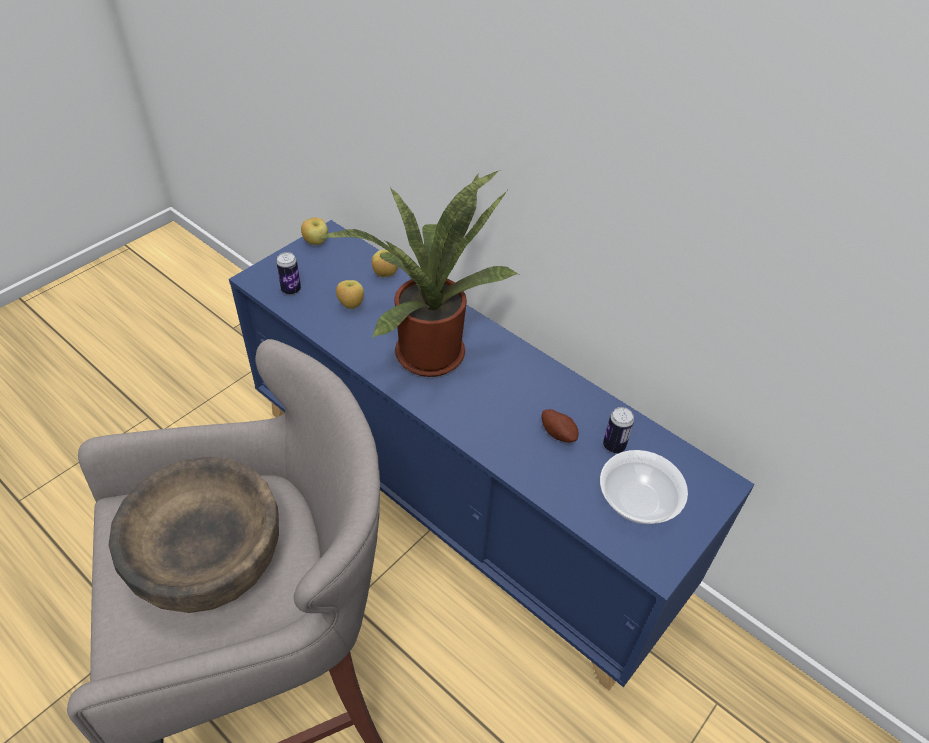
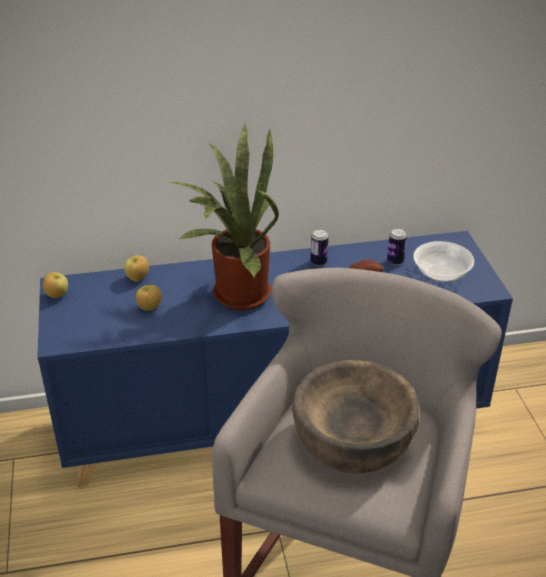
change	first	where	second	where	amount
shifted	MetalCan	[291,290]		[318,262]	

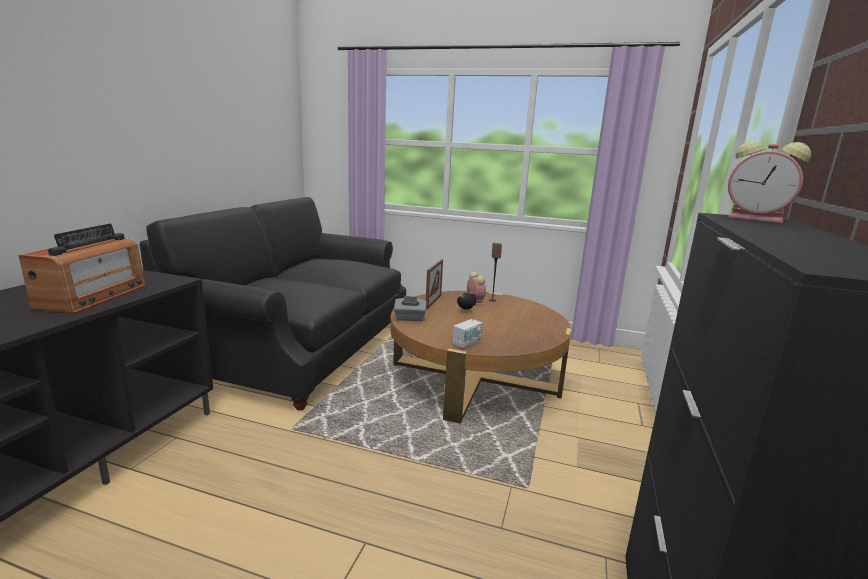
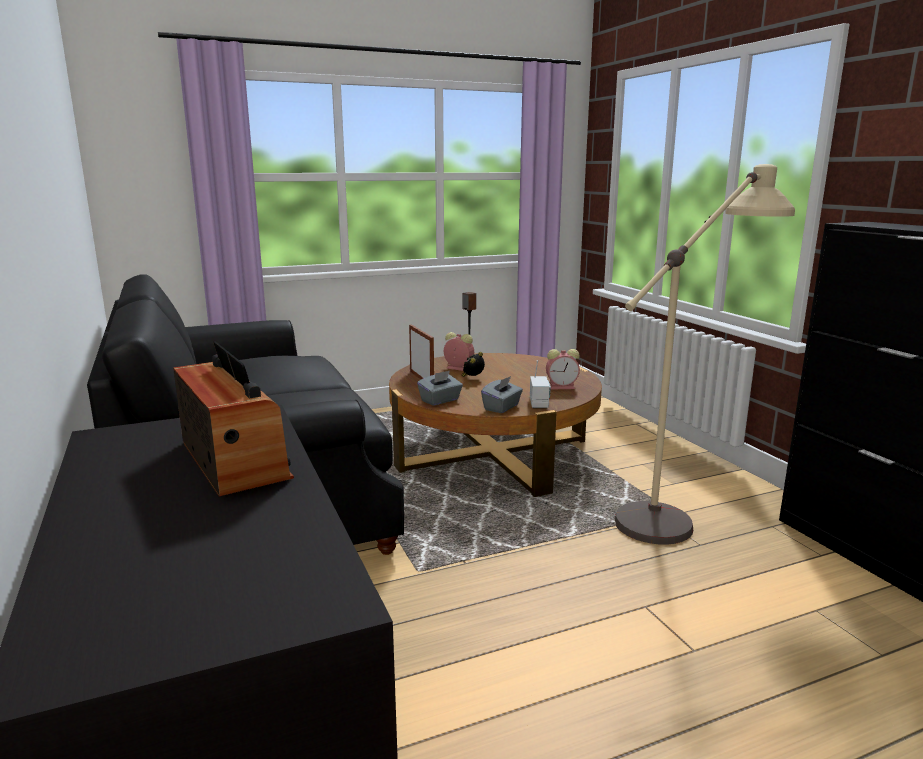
change	first	where	second	where	amount
shifted	TableClock	[758,219]		[562,387]	
new			GrayTissueBox	[502,407]	
new			BeigeStandardLamp	[684,507]	

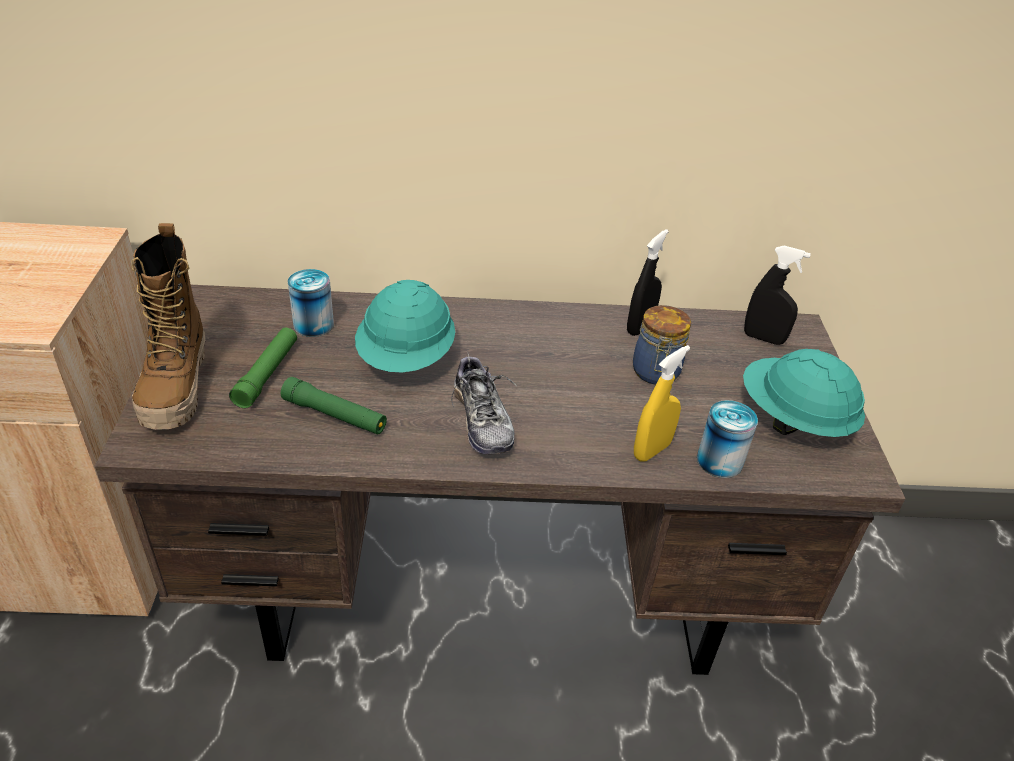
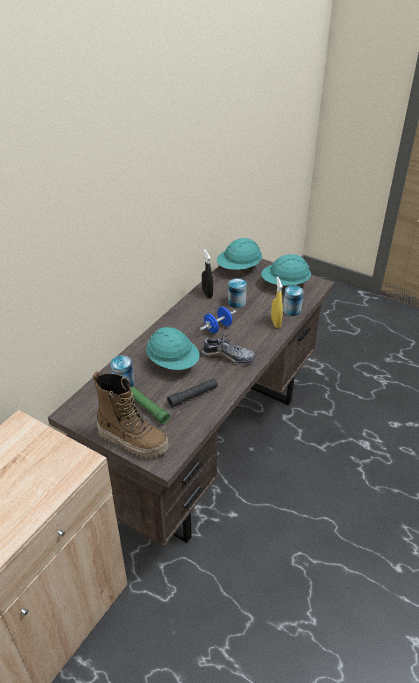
change	first	where	second	where	amount
repainted	GreenColouredTorch	[335,415]	BlackTorch	[193,396]	
swapped	StorageJar	[655,373]	MetalCan	[237,302]	
swapped	BlackSprayer	[763,338]	TurquoiseHardHat	[239,269]	
new			BluishFreeWeight	[217,328]	

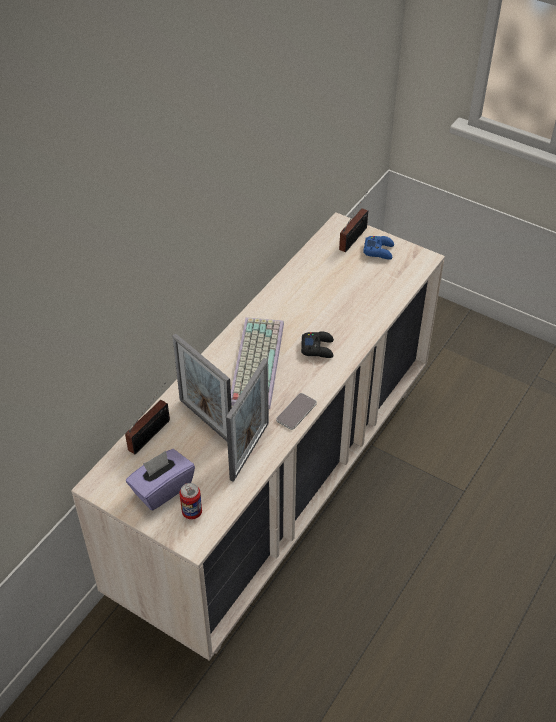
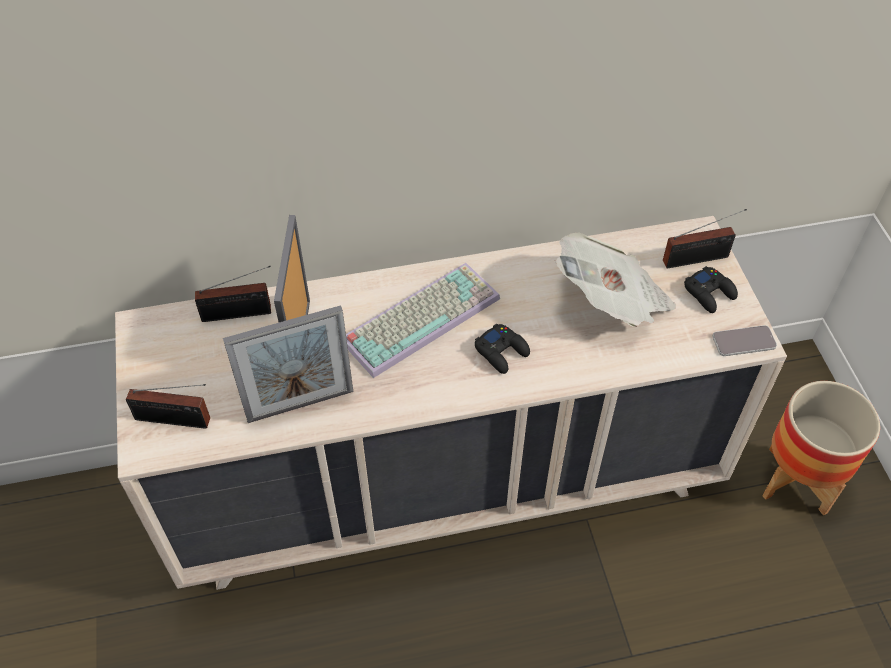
change	first	where	second	where	amount
gone	PurpleColouredTissueBox	[162,489]			
swapped	MetalCan	[192,512]	RadioReceiver	[177,420]	
shifted	Telephone	[296,412]		[743,341]	
repainted	BluishGameController	[379,250]	BlackGameController	[709,293]	
new			DailyPaper	[612,301]	
new			Planter	[798,480]	

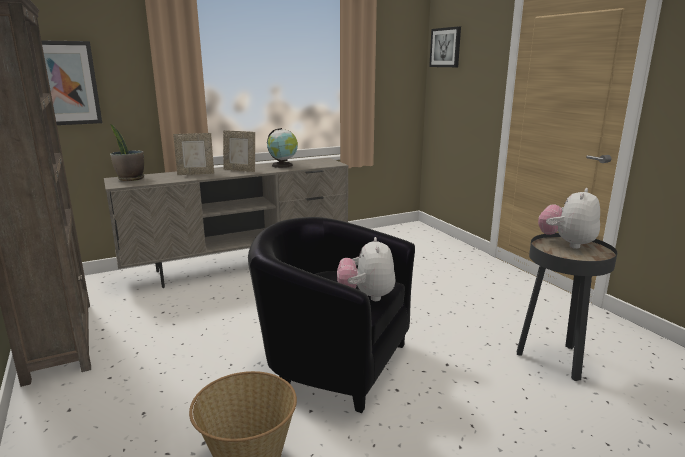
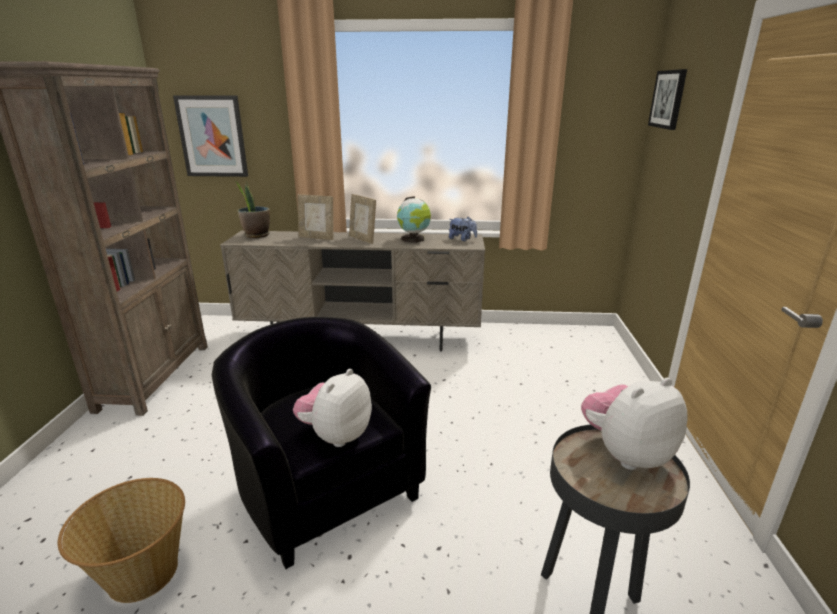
change	first	where	second	where	amount
new			PlushToy	[462,239]	

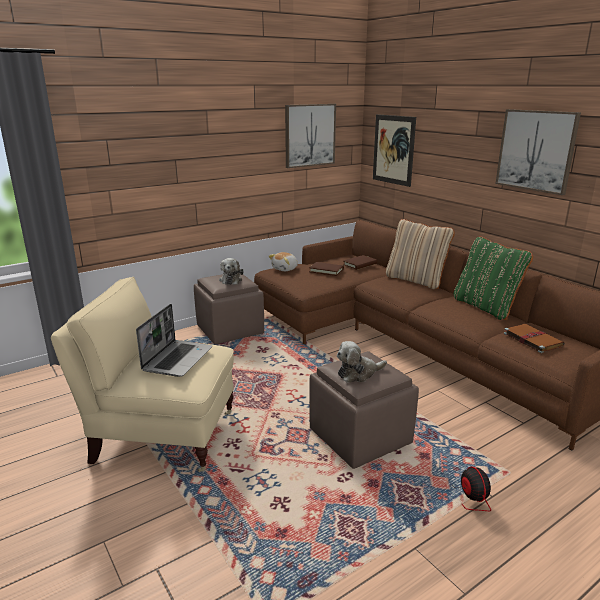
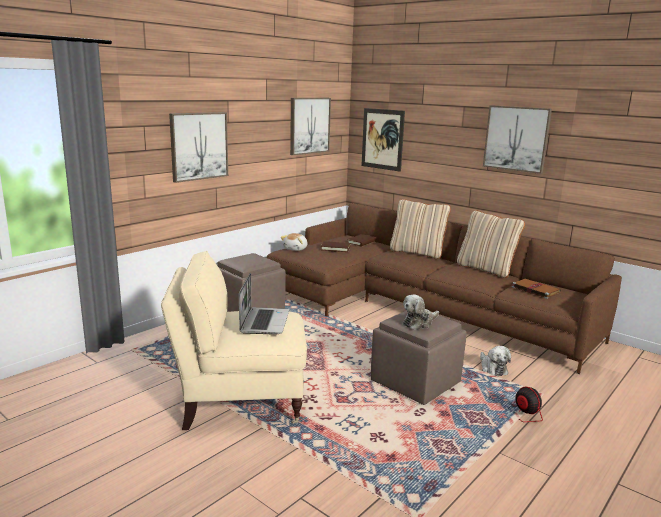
change	first	where	second	where	amount
shifted	PlushToy	[231,280]		[492,368]	
repainted	GreenColouredThrowPillow	[486,307]	BeigeThrowPillow	[486,269]	
new			Picture	[199,146]	

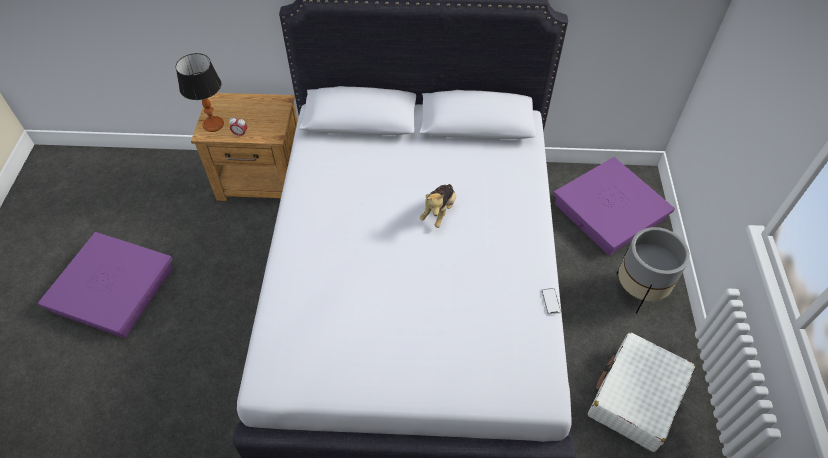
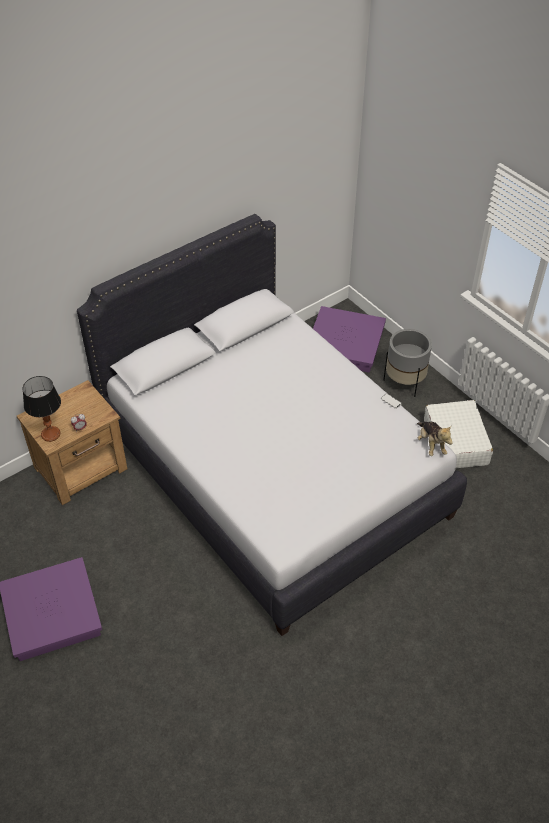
change	first	where	second	where	amount
shifted	PlushToy	[439,211]		[431,444]	

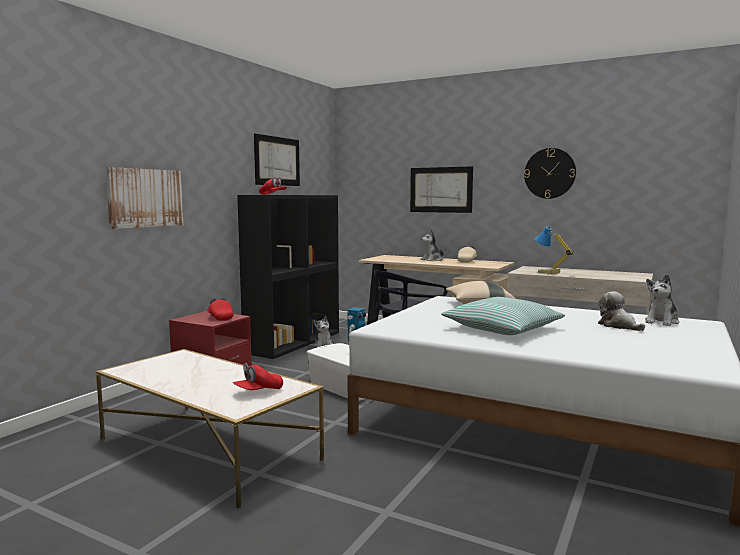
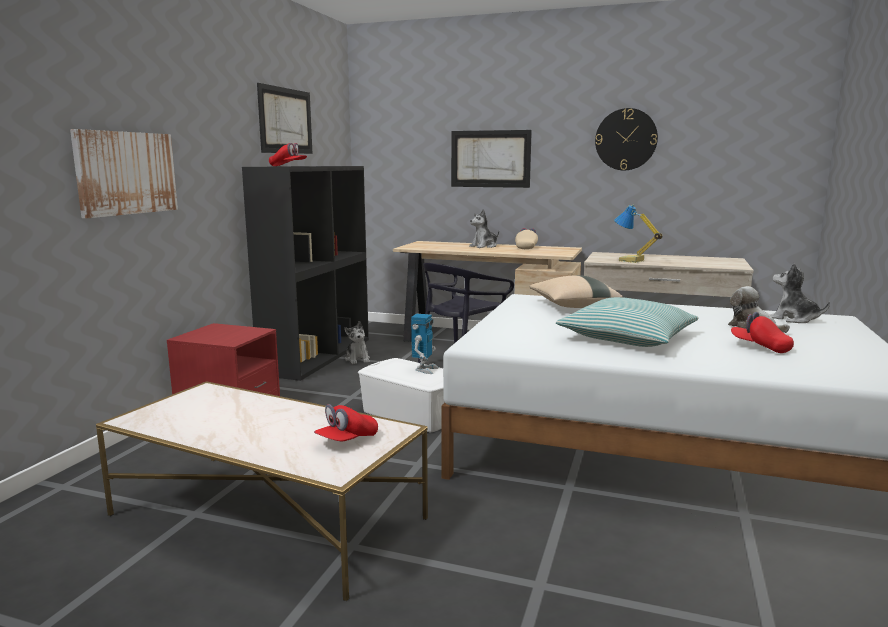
change	first	where	second	where	amount
shifted	RedColouredPeakedCap	[220,317]		[760,347]	
rotated	PlushToy	[661,321]		[793,319]	105 degrees clockwise

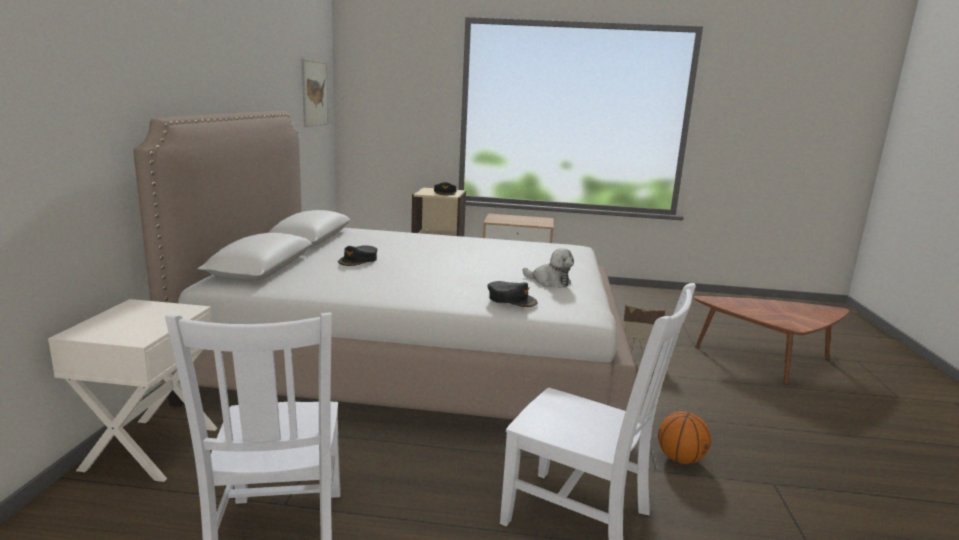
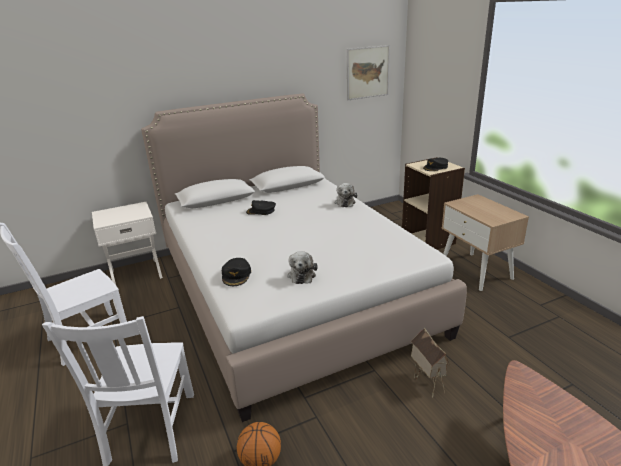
change	first	where	second	where	amount
new			PlushToy	[345,202]	

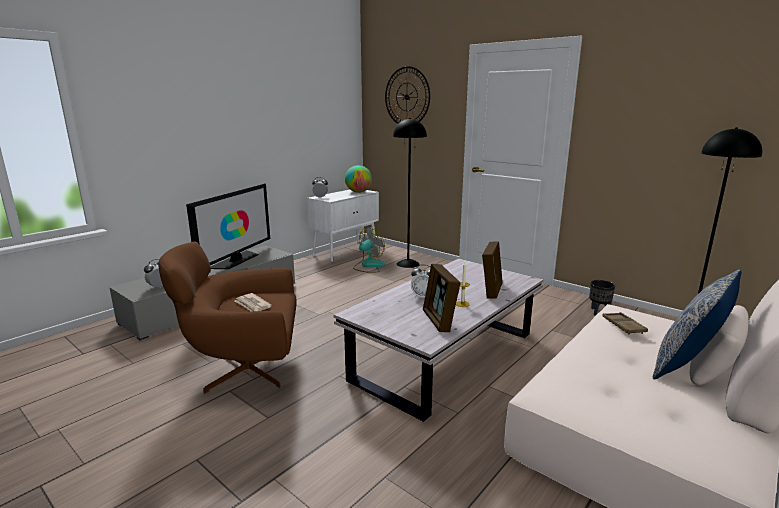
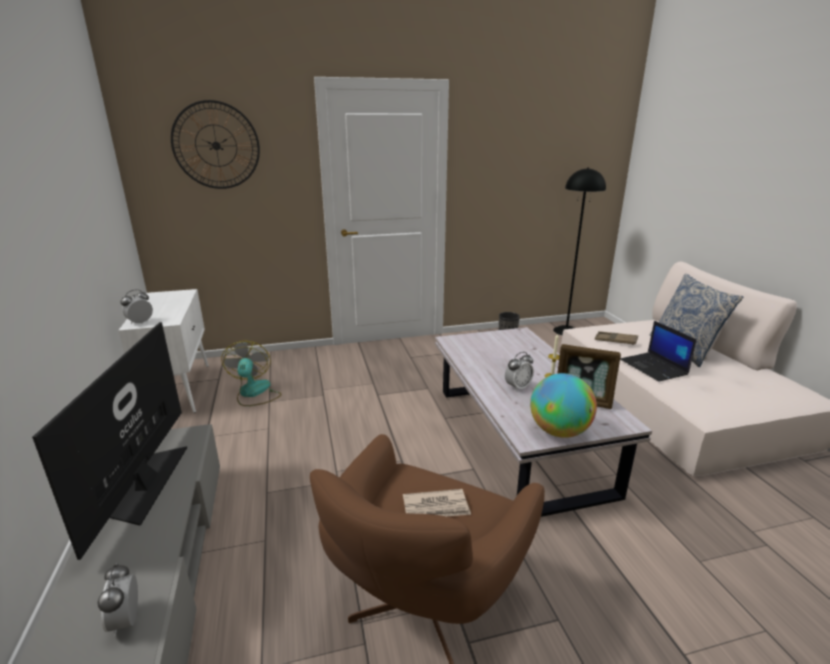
change	first	where	second	where	amount
rotated	TvSet	[236,260]		[146,483]	150 degrees counterclockwise
shifted	DeskGlobe	[358,192]		[559,431]	
gone	BlackStandardLamp	[408,263]			
gone	StandingFrame	[491,290]			
new			PortableComputer	[654,367]	

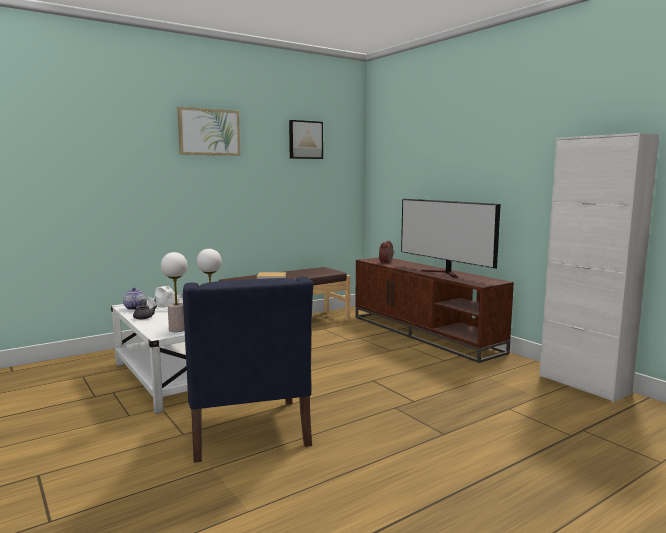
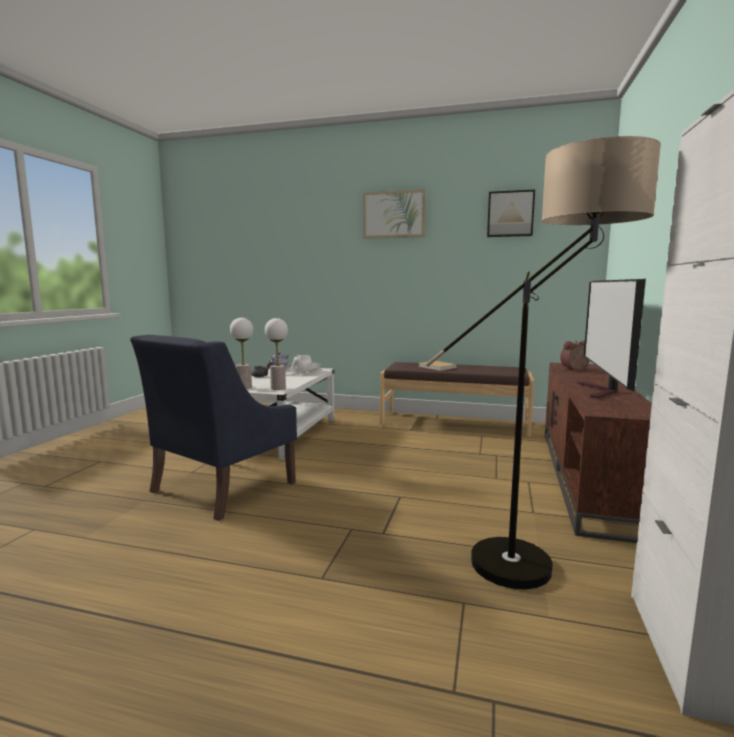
change	first	where	second	where	amount
new			StandardLamp	[542,564]	

